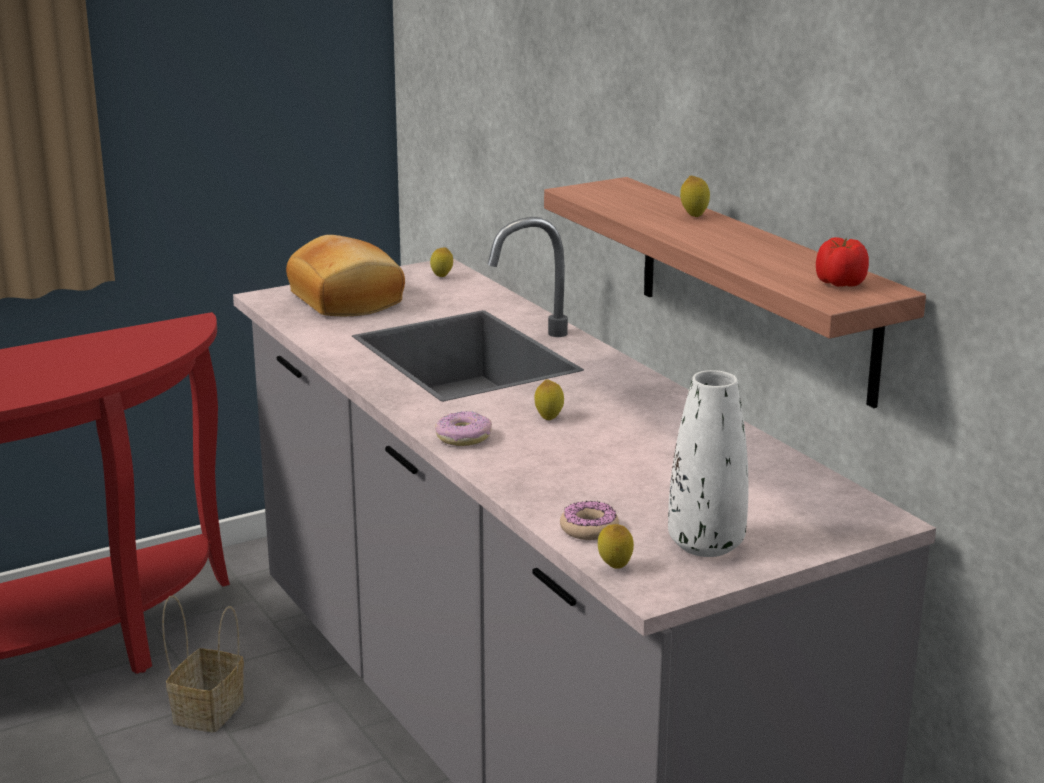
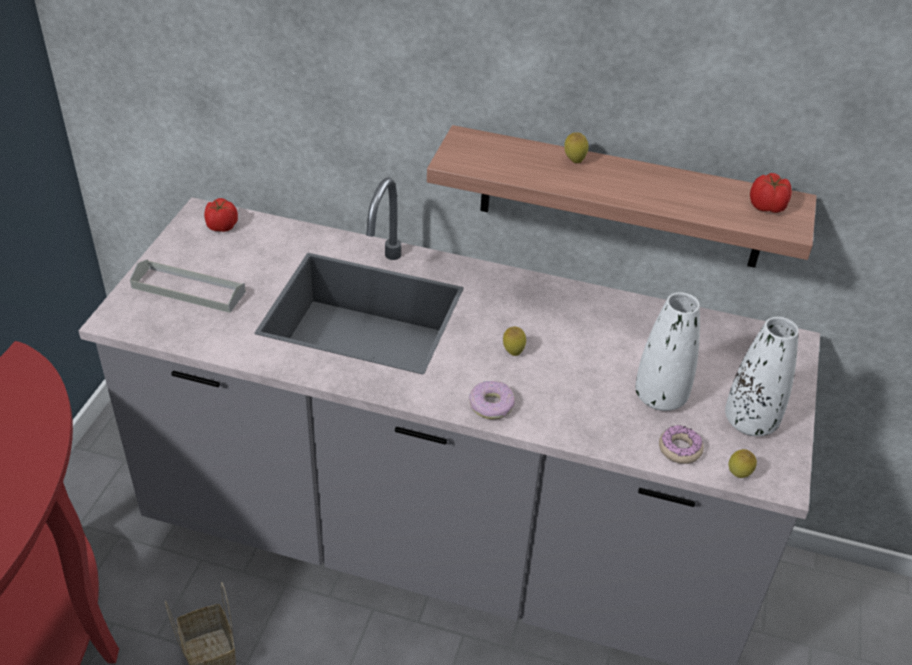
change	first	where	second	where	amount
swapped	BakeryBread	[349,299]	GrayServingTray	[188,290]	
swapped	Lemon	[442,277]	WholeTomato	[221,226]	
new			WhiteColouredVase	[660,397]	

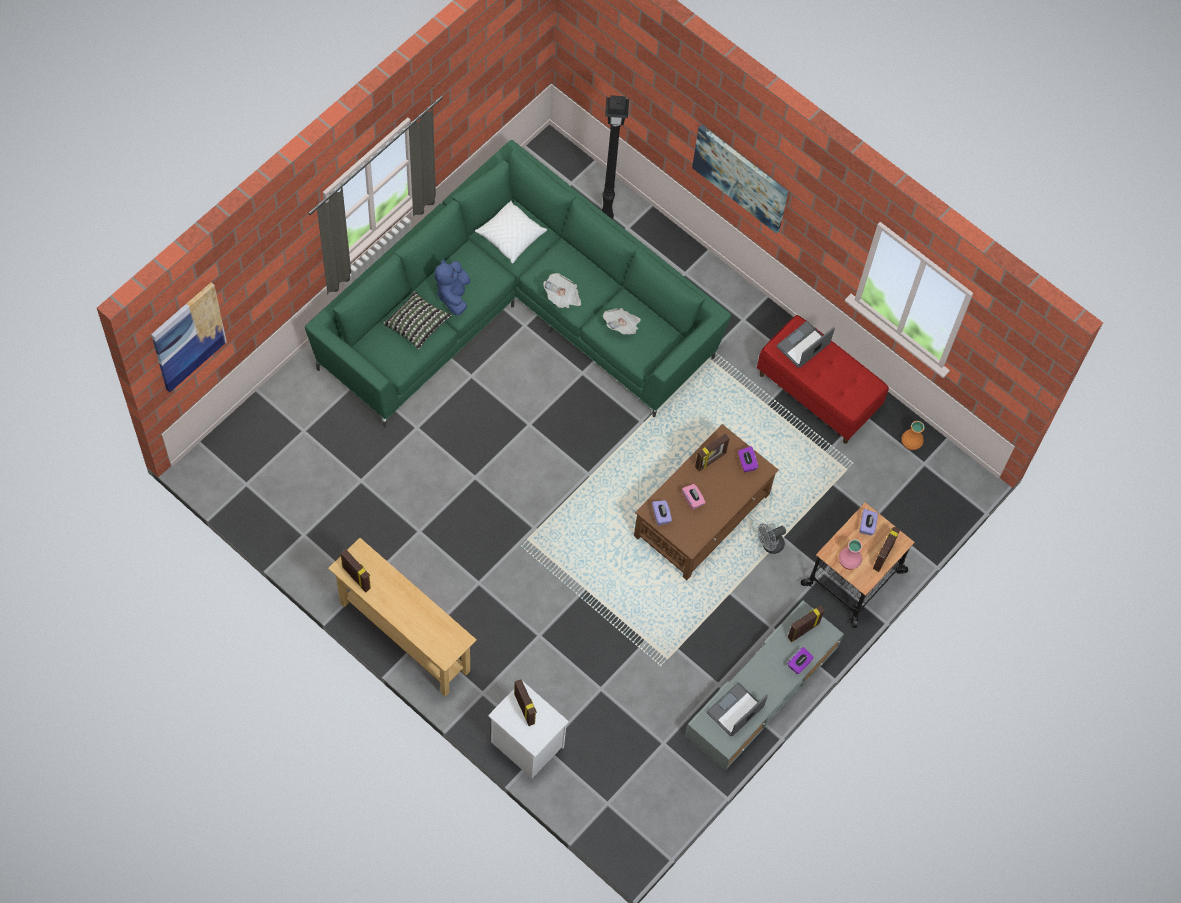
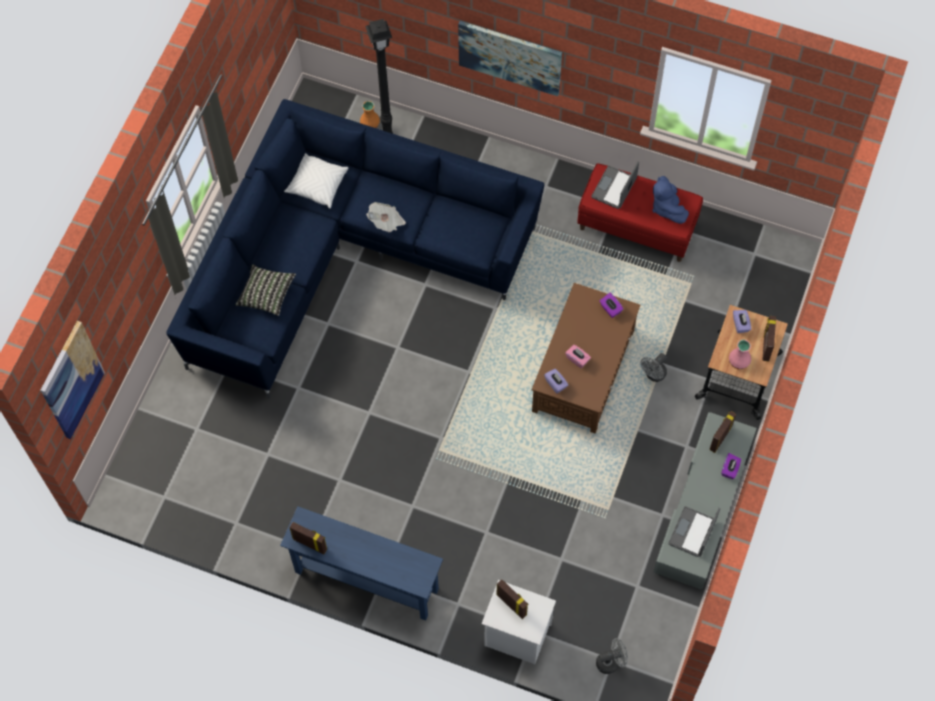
change	first	where	second	where	amount
repainted	GreenColouredSofa	[515,315]	BluishSofa	[344,255]	
repainted	BeigeHallTable	[404,637]	BluishHallTable	[366,581]	
shifted	BluishPlushToy	[453,295]		[667,207]	
gone	DailyPaper	[622,326]			
gone	StandingFrame	[710,460]			
shifted	OrangeColouredVase	[912,442]		[370,123]	
new			GrayCoolingFan	[611,662]	

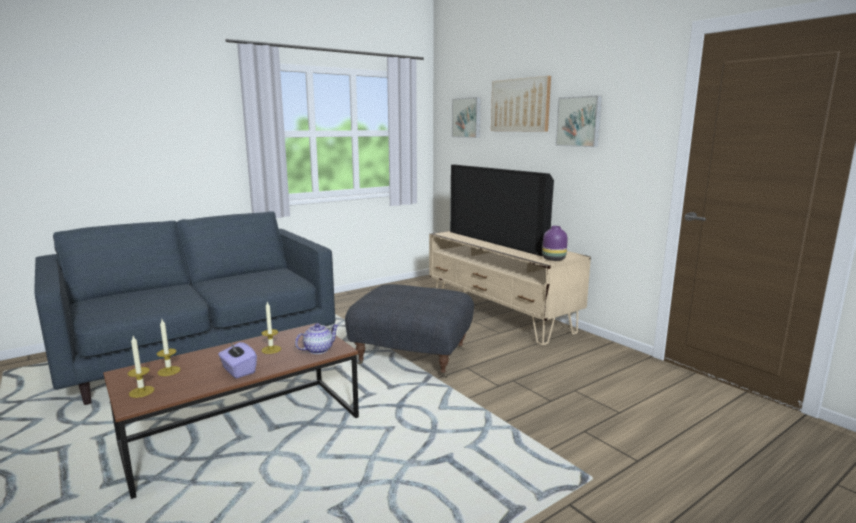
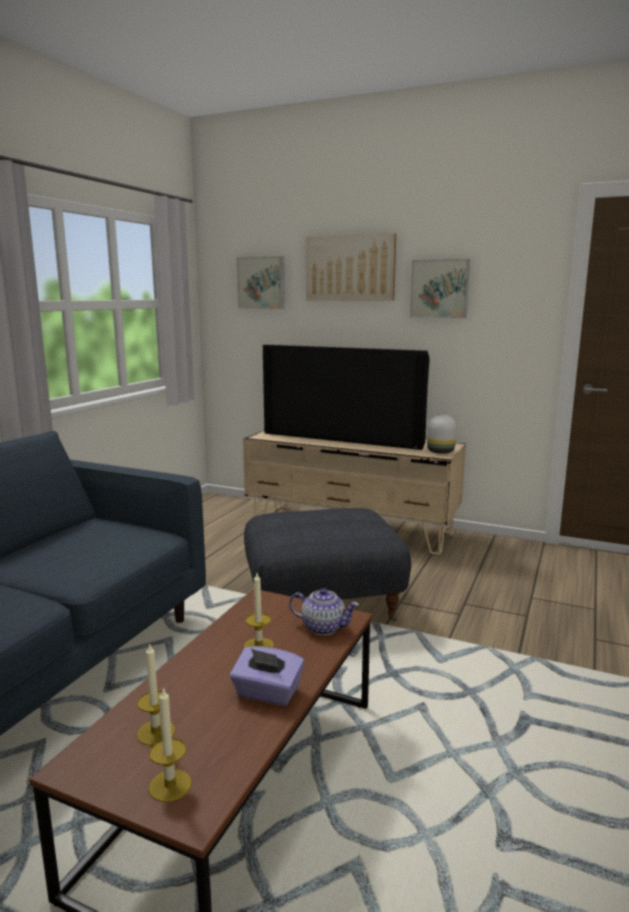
change	first	where	second	where	amount
rotated	Teapot	[318,350]		[323,627]	90 degrees clockwise
repainted	PurpleColouredVase	[554,259]	WhiteColouredVase	[440,451]	

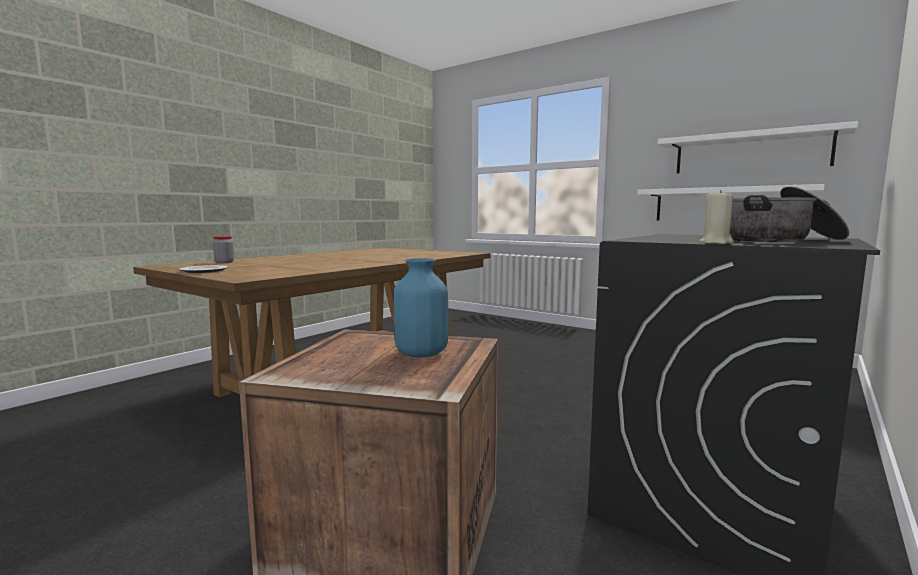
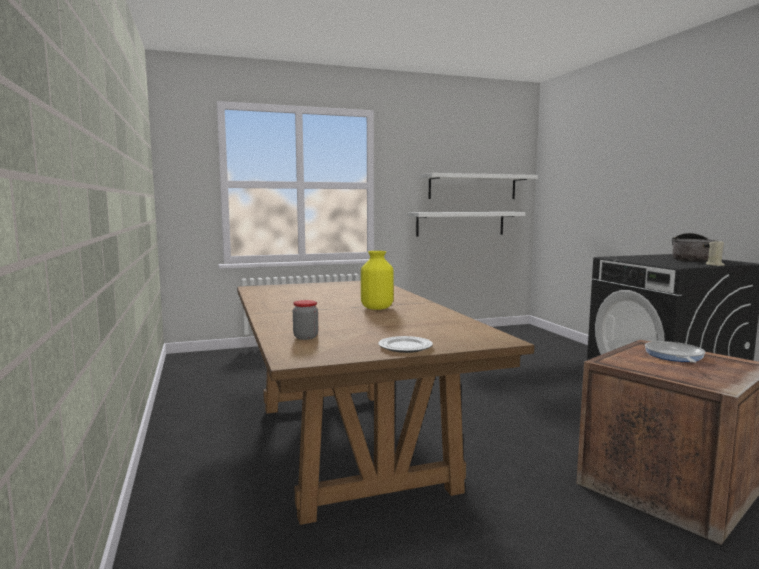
change	first	where	second	where	amount
swapped	BluishVase	[420,353]	FryingPan	[674,356]	
new			YellowColouredVase	[377,308]	

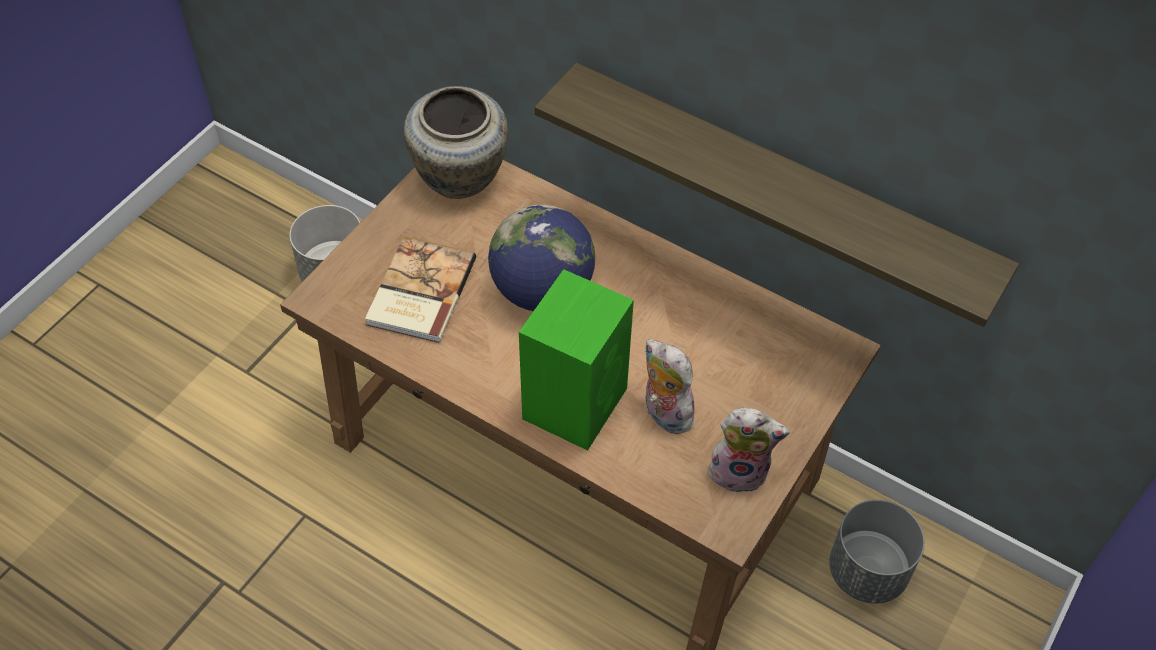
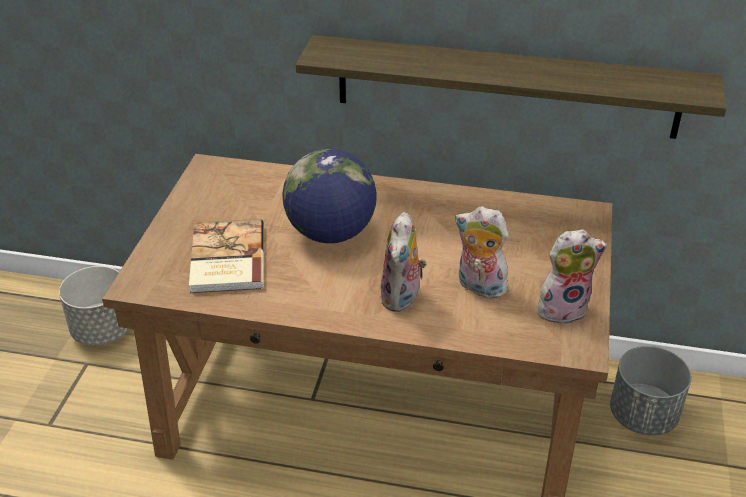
change	first	where	second	where	amount
gone	BeigeVase	[460,180]			
swapped	GreenColouredLoudspeaker	[576,401]	PlushToy	[402,298]	

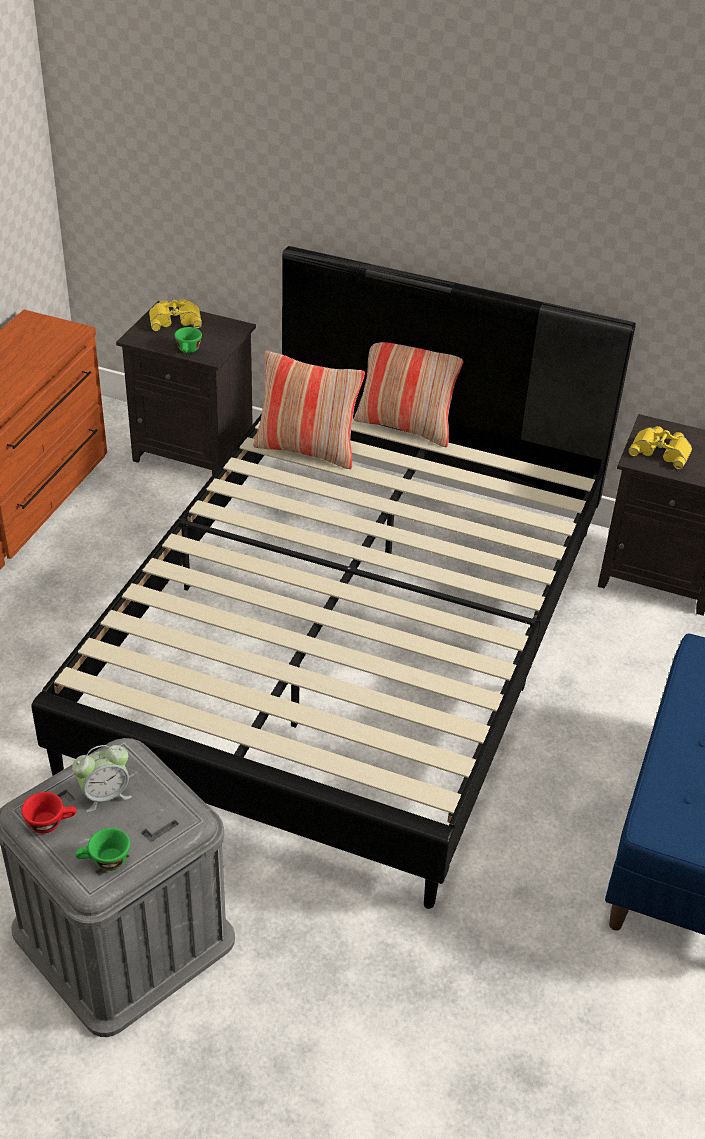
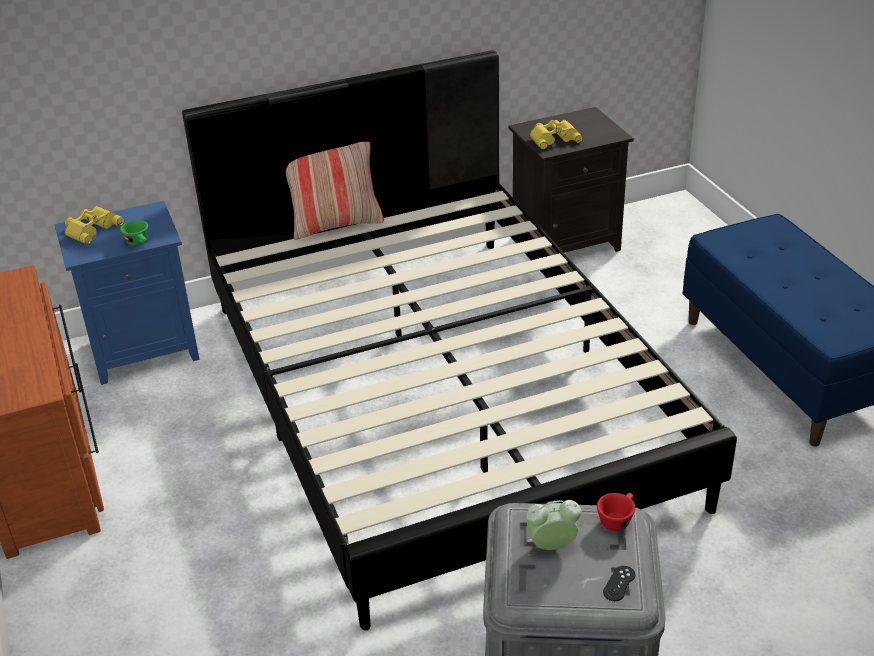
change	first	where	second	where	amount
shifted	RedColouredDrinkingCup	[51,822]		[617,519]	
rotated	TableClock	[105,795]		[552,546]	120 degrees counterclockwise
swapped	GreenColouredDrinkingCup	[104,861]	BlackGameController	[619,583]	
repainted	BlackBedsideTable	[195,451]	BluishBedsideTable	[145,349]	
gone	ThrowPillow	[307,450]			

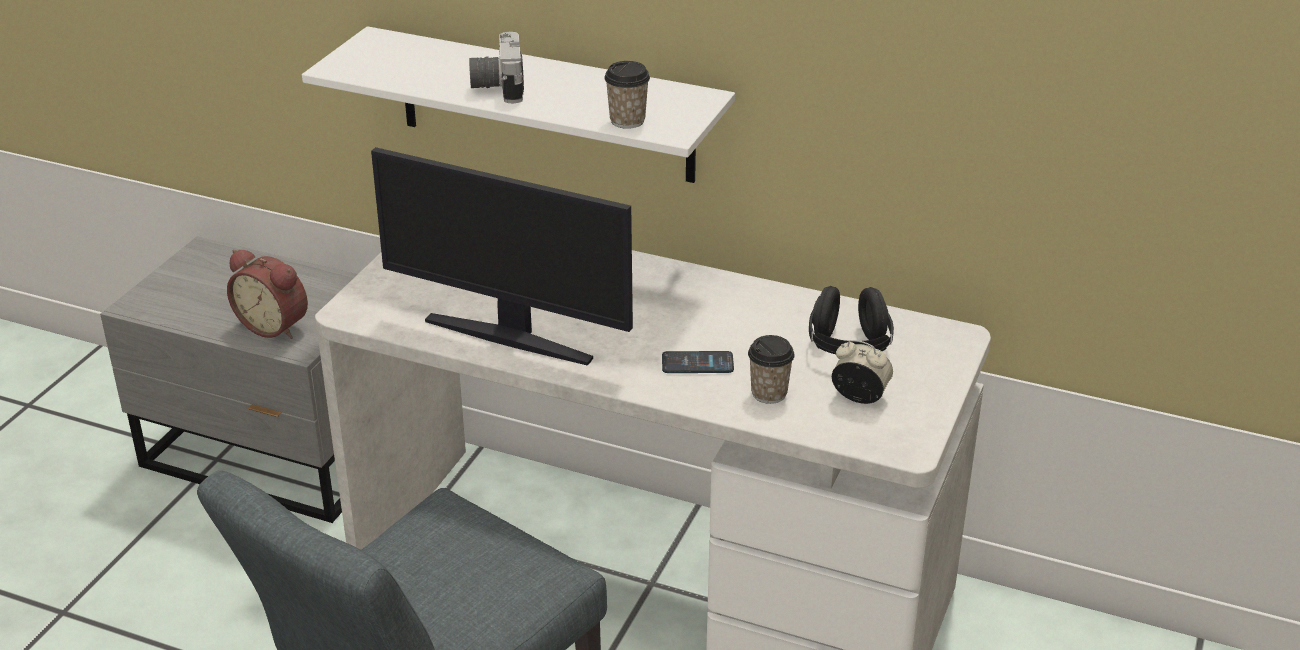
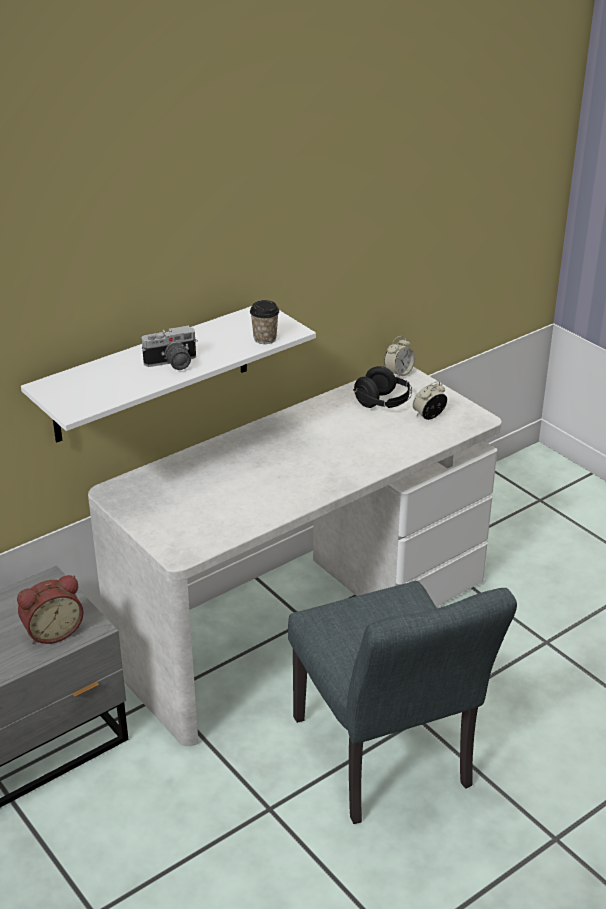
change	first	where	second	where	amount
gone	ComputerDisplay	[510,336]			
rotated	StillCamera	[497,86]		[172,364]	45 degrees counterclockwise
gone	Telephone	[697,363]			
gone	DrinkingCup	[769,393]			
new			TableClock	[399,373]	

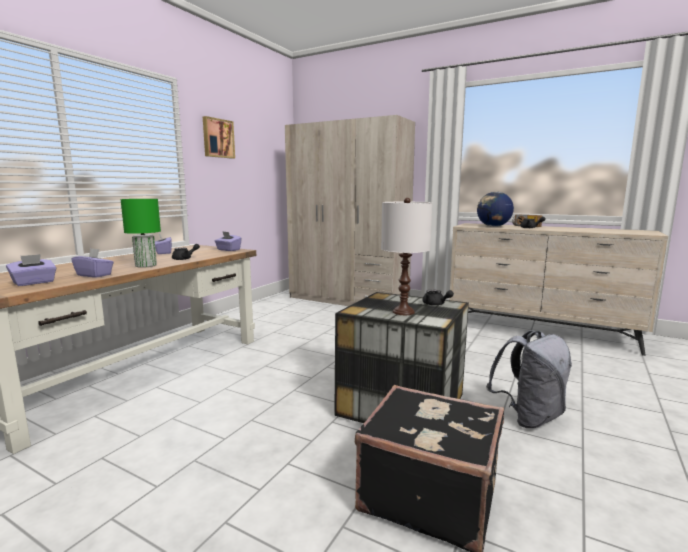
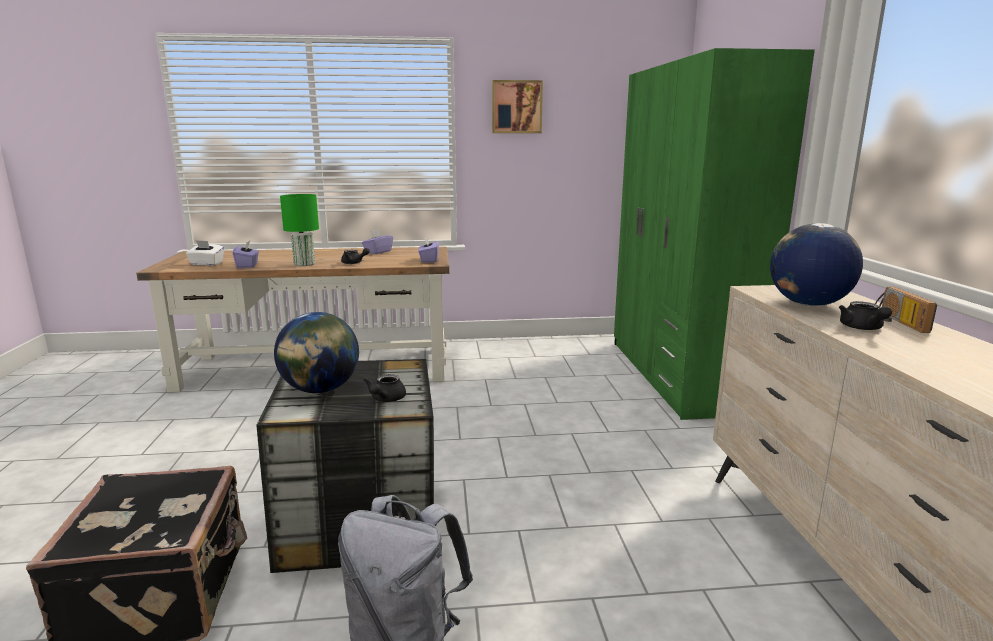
change	first	where	second	where	amount
repainted	PurpleColouredTissueBox	[34,283]	WhiteColouredTissueBox	[206,264]	
repainted	BeigeClothesCupboard	[348,300]	GreenColouredClothesCupboard	[677,375]	
swapped	WhiteColouredTableLamp	[404,312]	DeskGlobe	[320,390]	

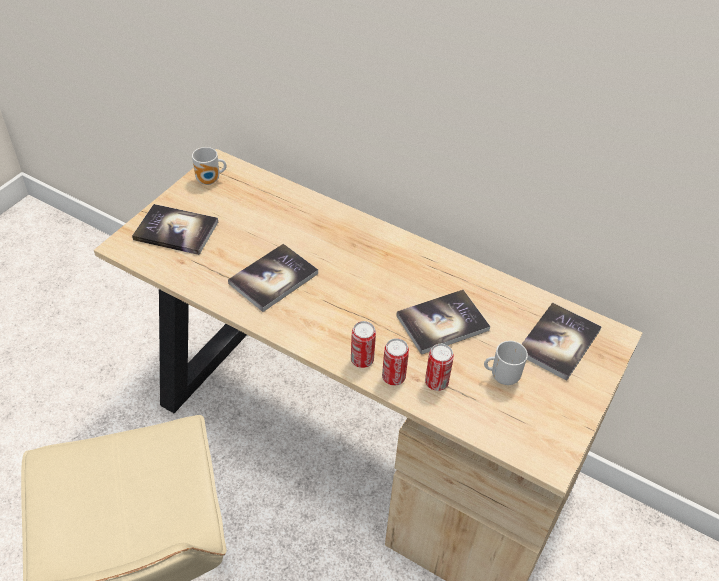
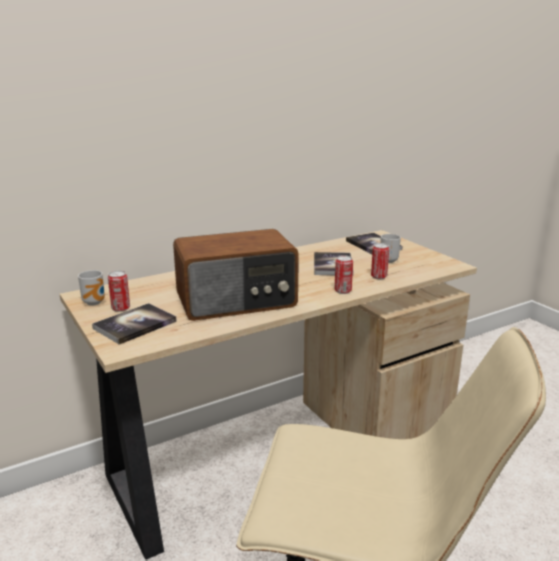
change	first	where	second	where	amount
swapped	BoundBook	[273,278]	RadioReceiver	[237,301]	
shifted	MetalCan	[393,377]		[121,308]	

